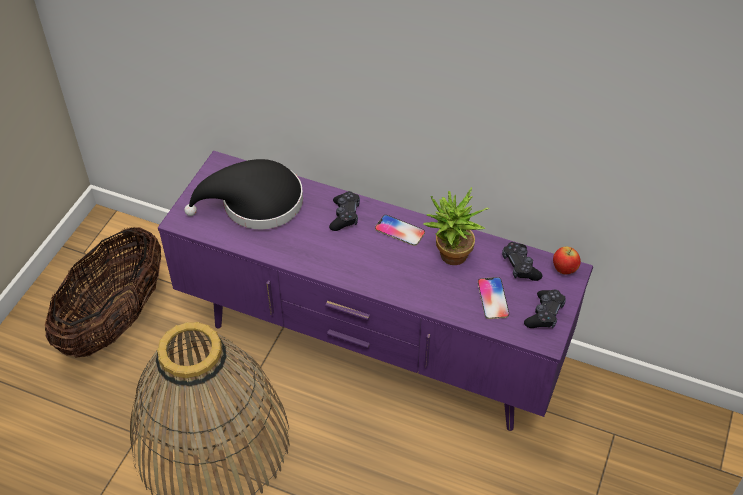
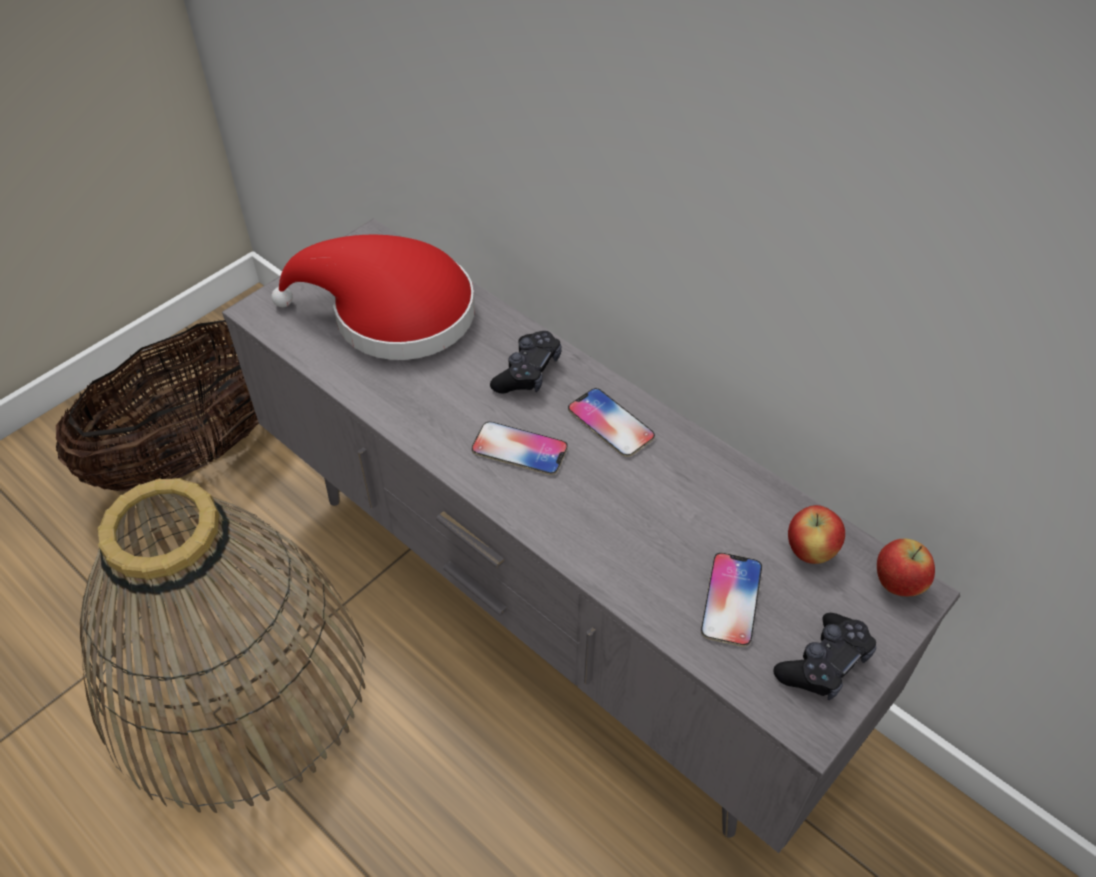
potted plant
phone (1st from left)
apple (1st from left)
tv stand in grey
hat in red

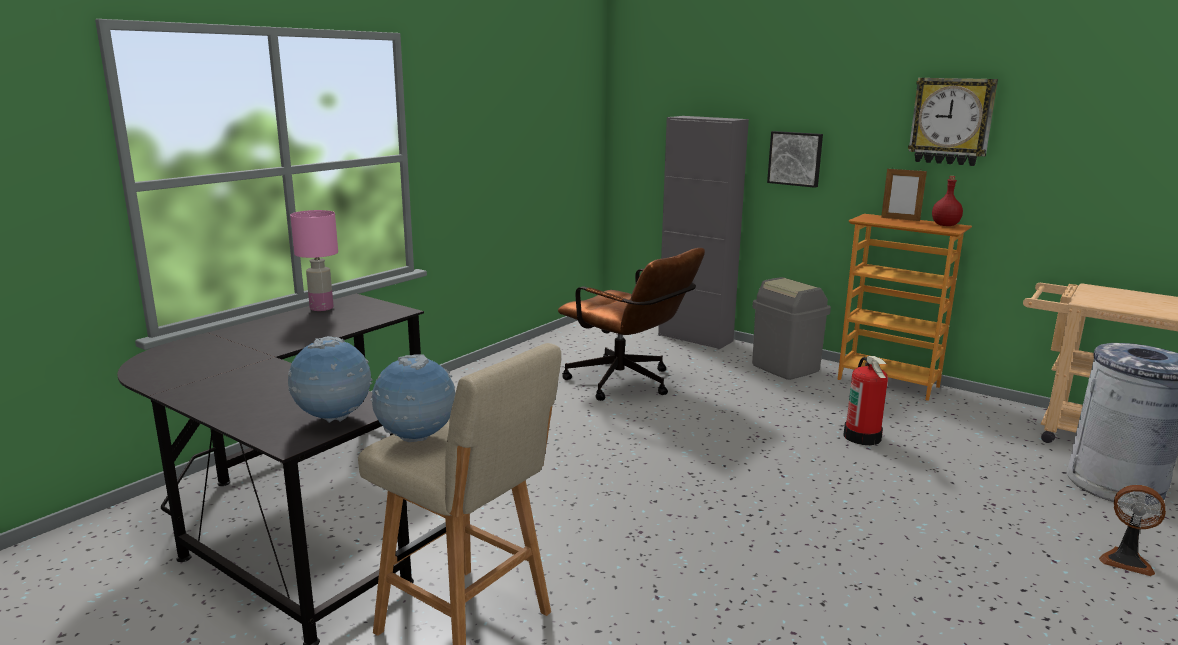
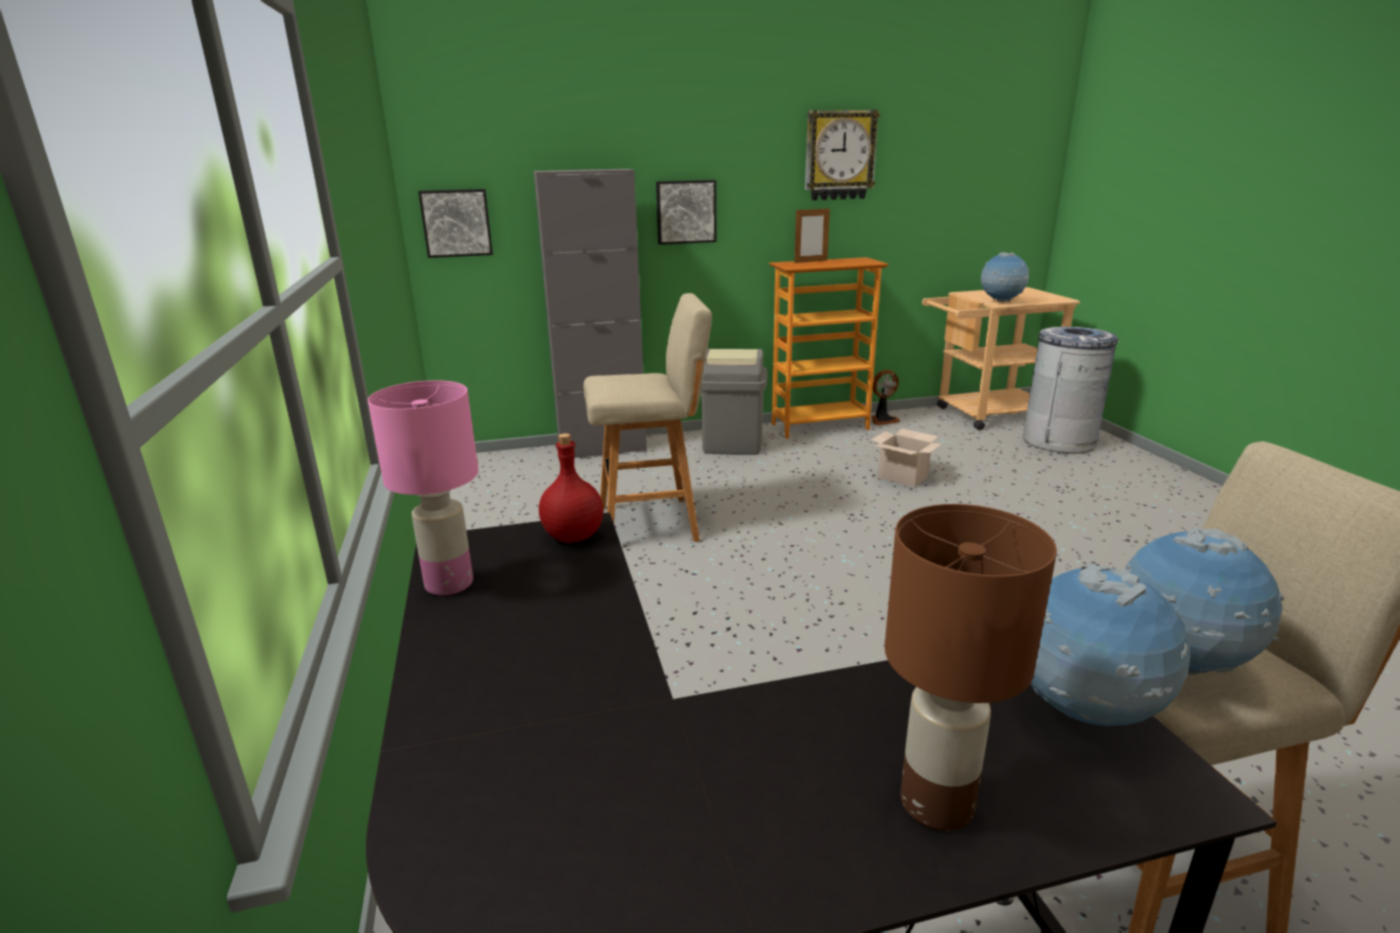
picture (1st from left)
table lamp in brown
globe (1st from left)
bottle in red
fan
stool in beige (1st from left)
cardboard box

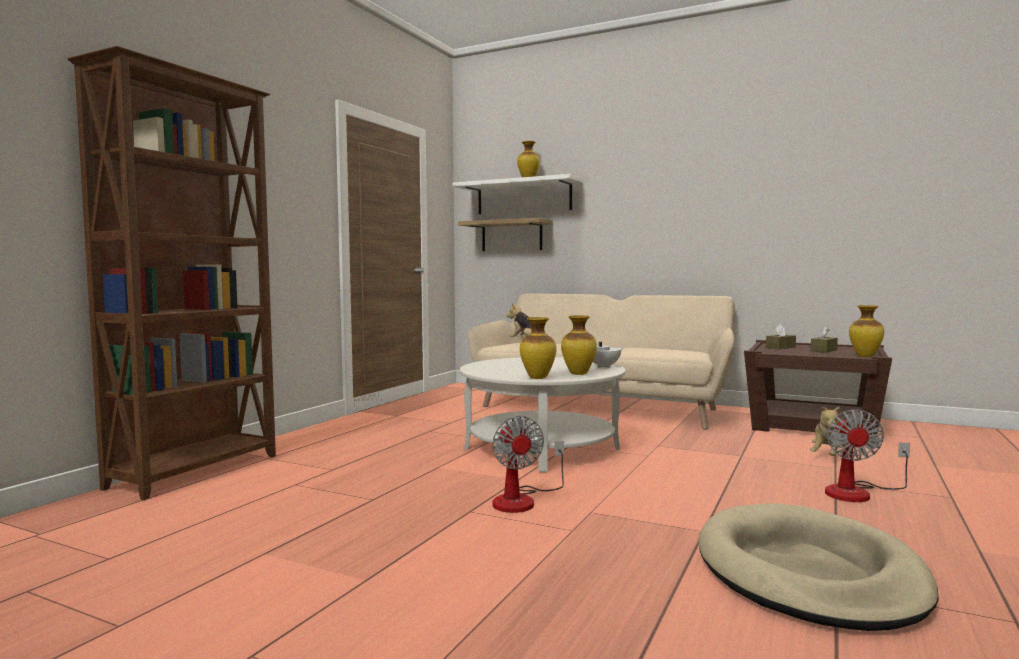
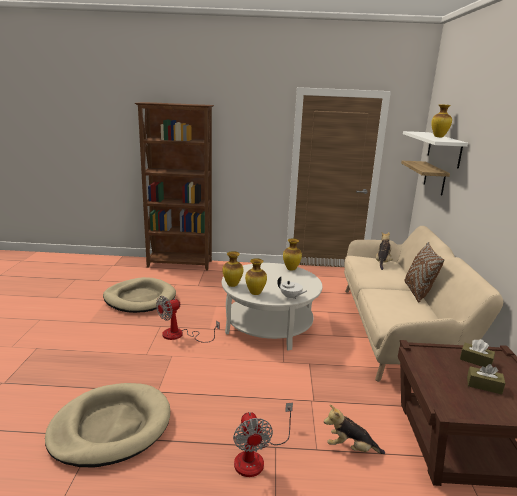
dog bed in beige (2nd from left)
pillow in brown
vase (3rd from left)
fan (2nd from left)

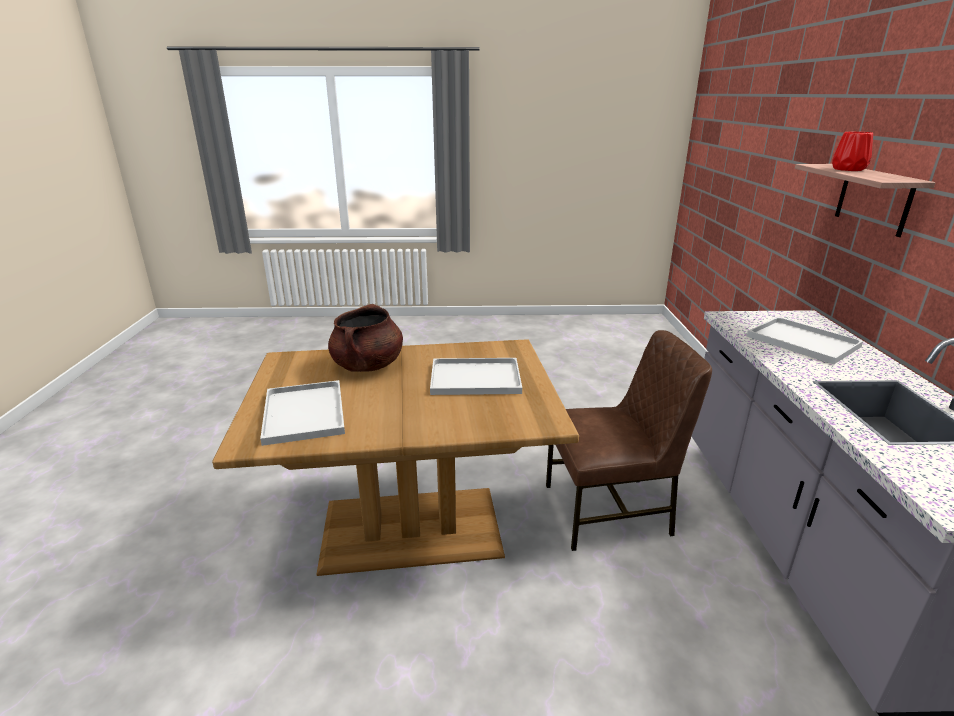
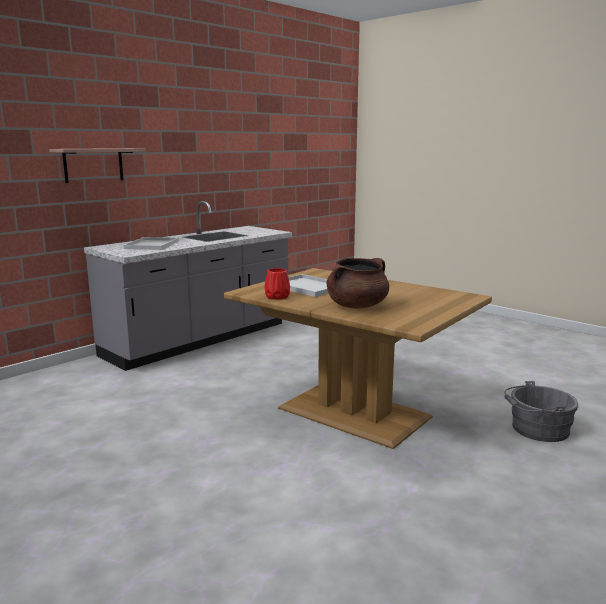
tray in white (1st from left in the first image)
chair in brown
bucket in grey
vase in red

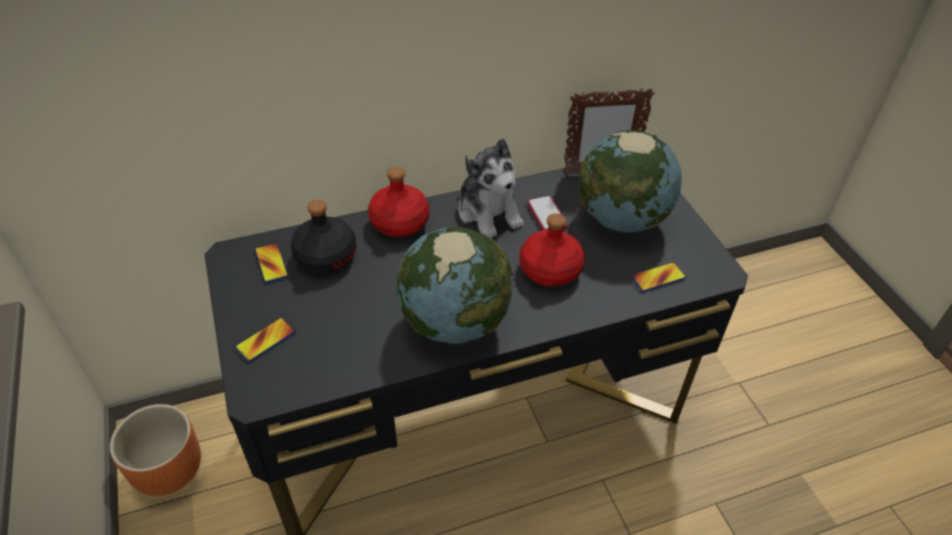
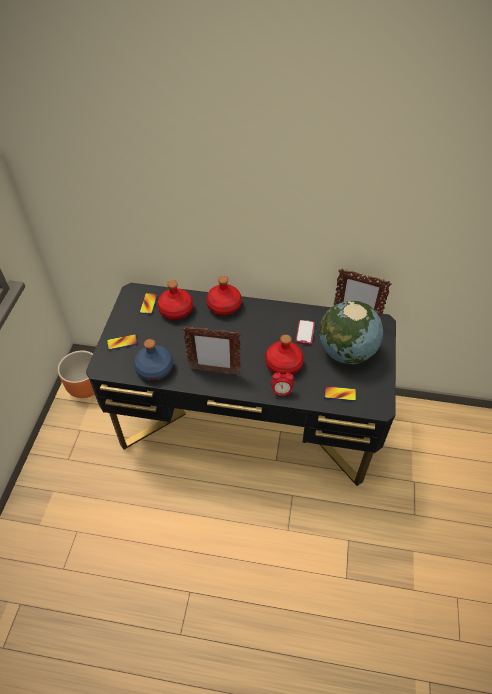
plush toy
bottle in blue
alarm clock
picture frame (1st from left)
bottle in red (1st from left)

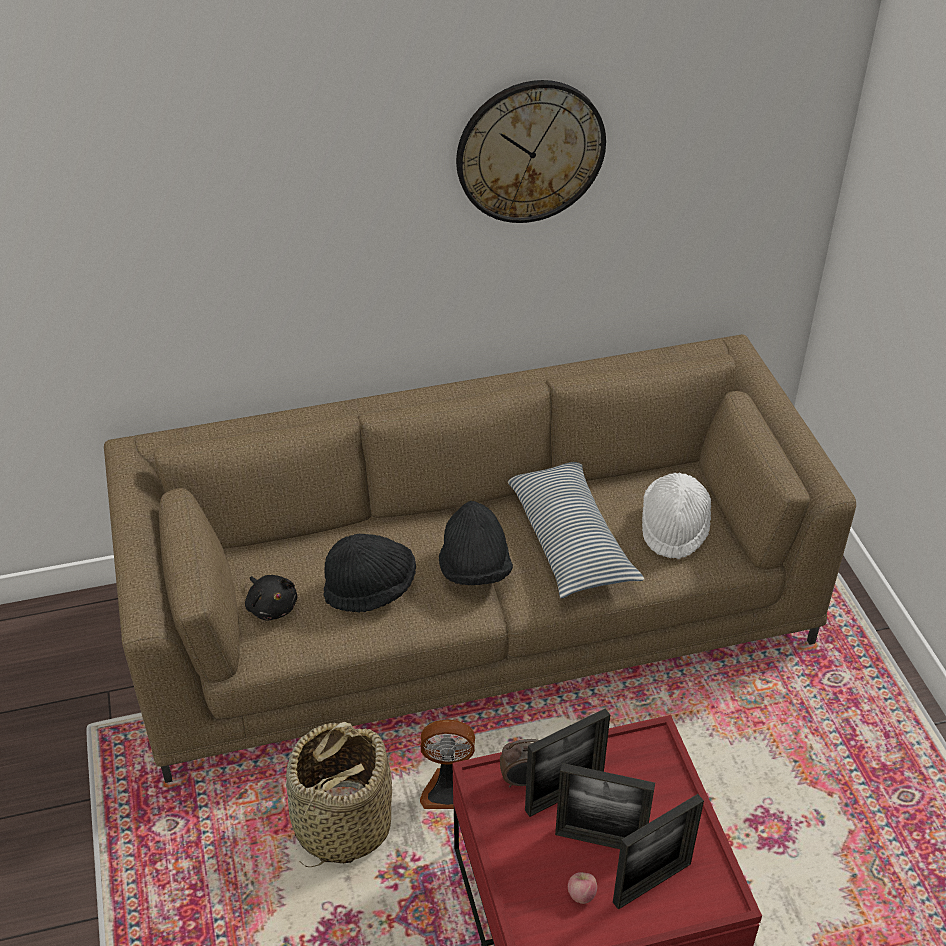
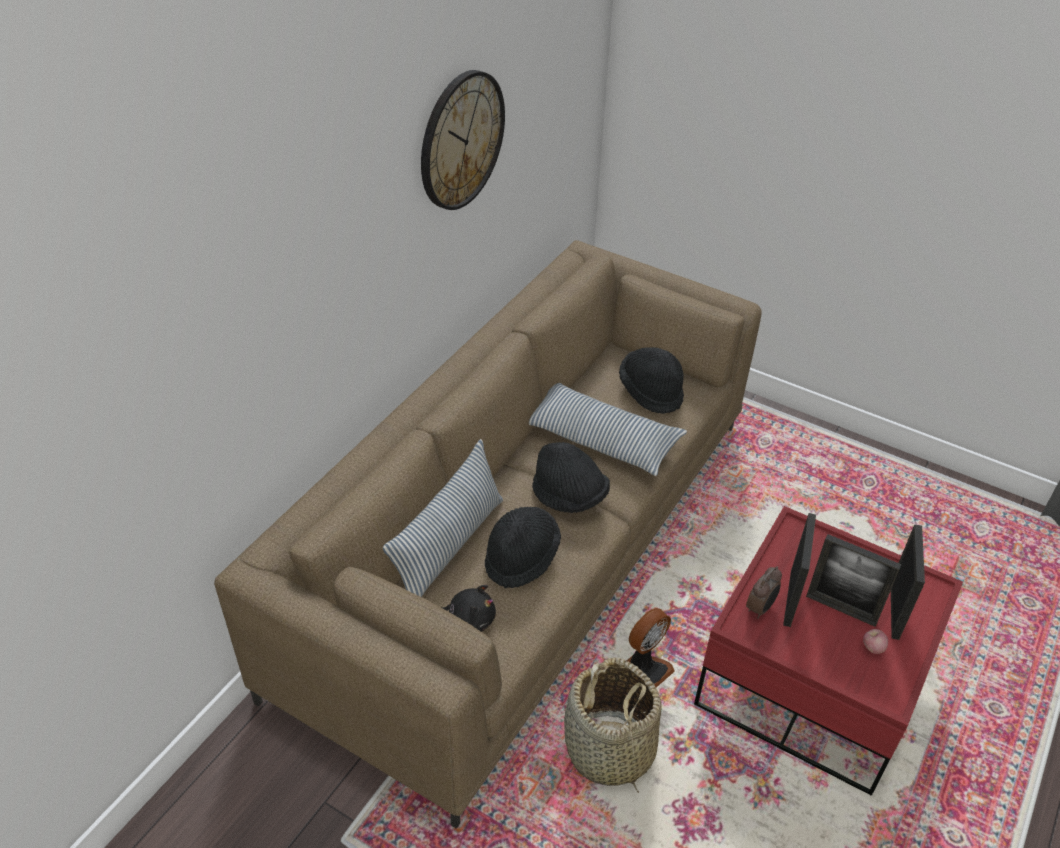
pillow (1st from left)
hat in black (3rd from left)
picture frame (2nd from left)

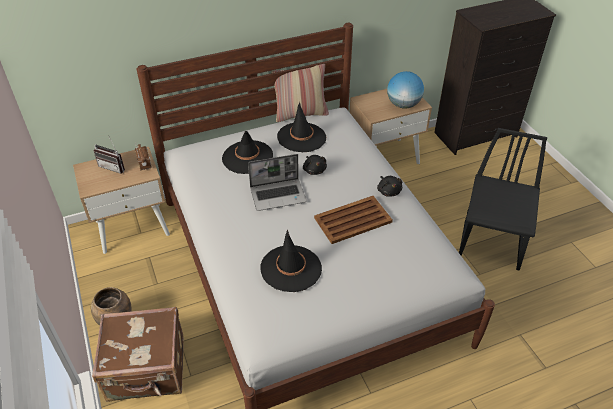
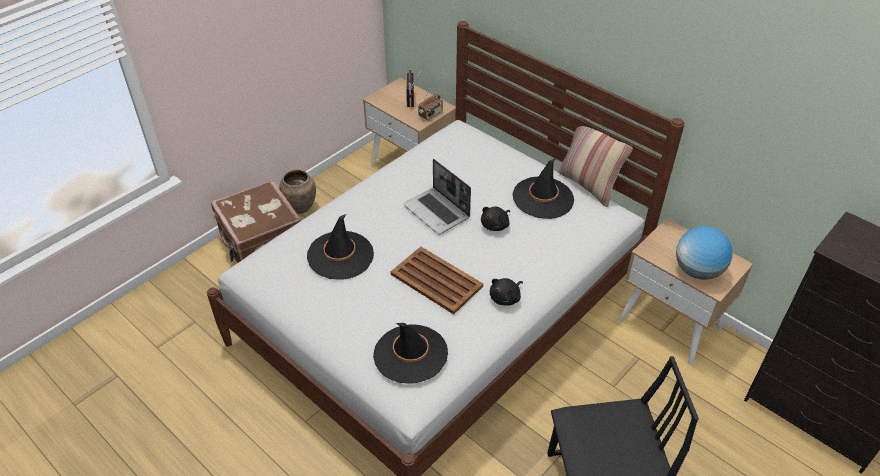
hat in black (2nd from left)

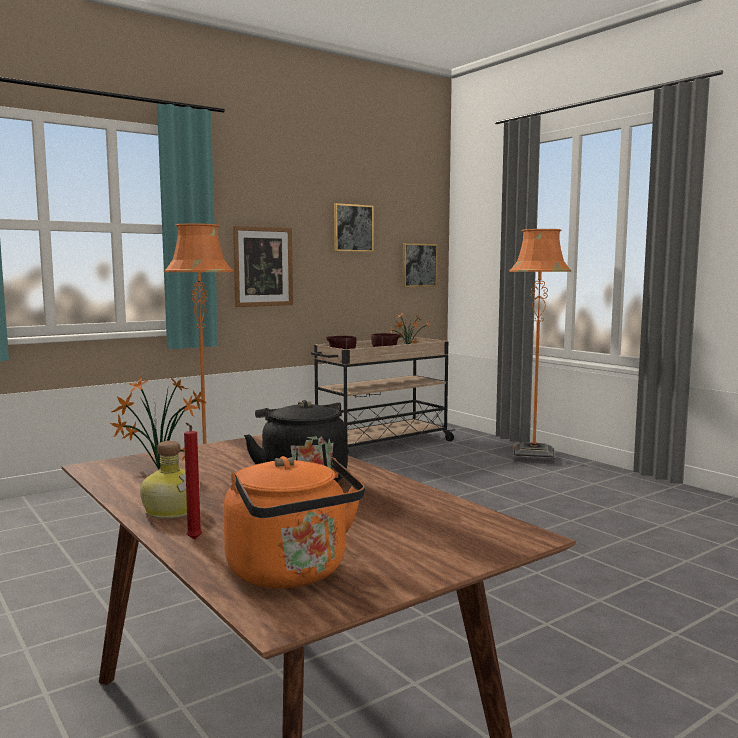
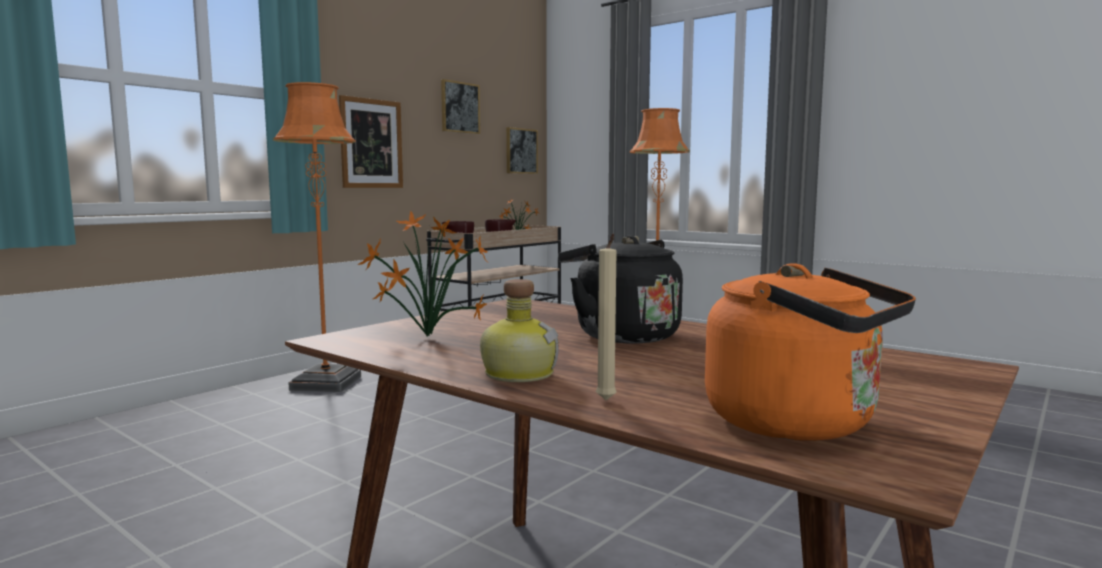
candle in beige

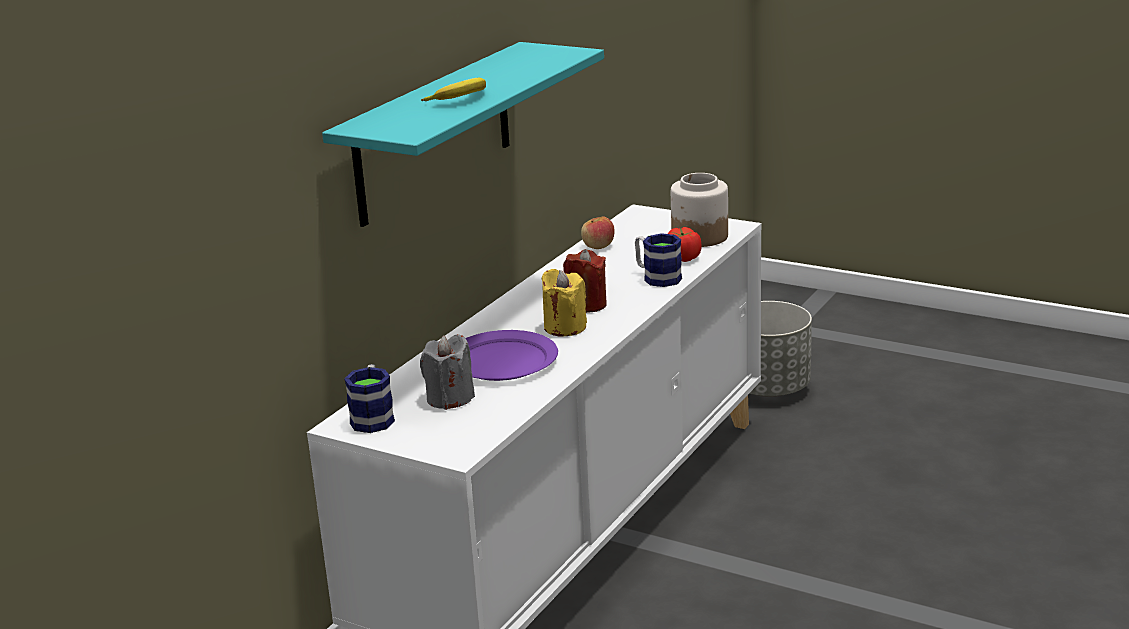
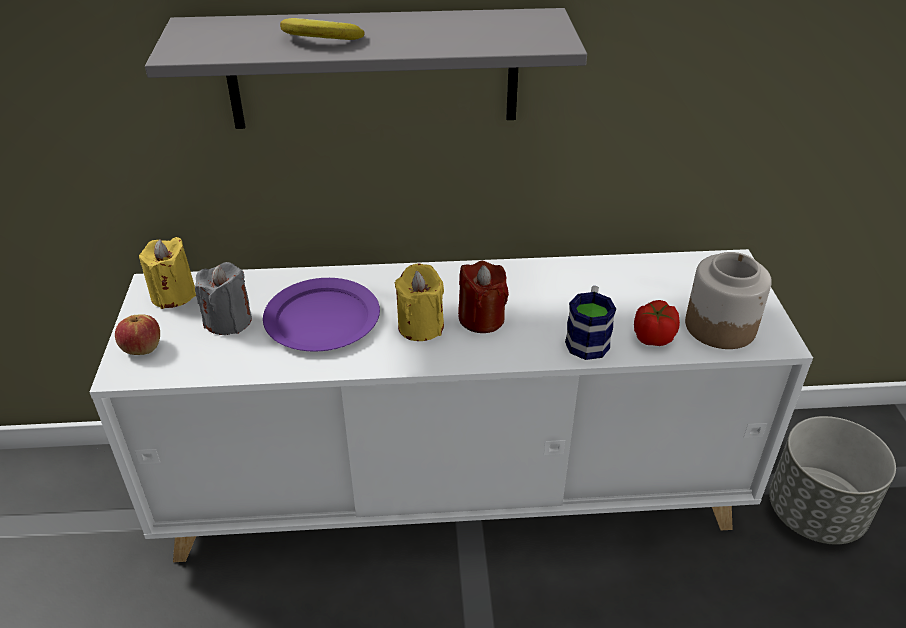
apple
candle in yellow (1st from left)
shelf in grey

